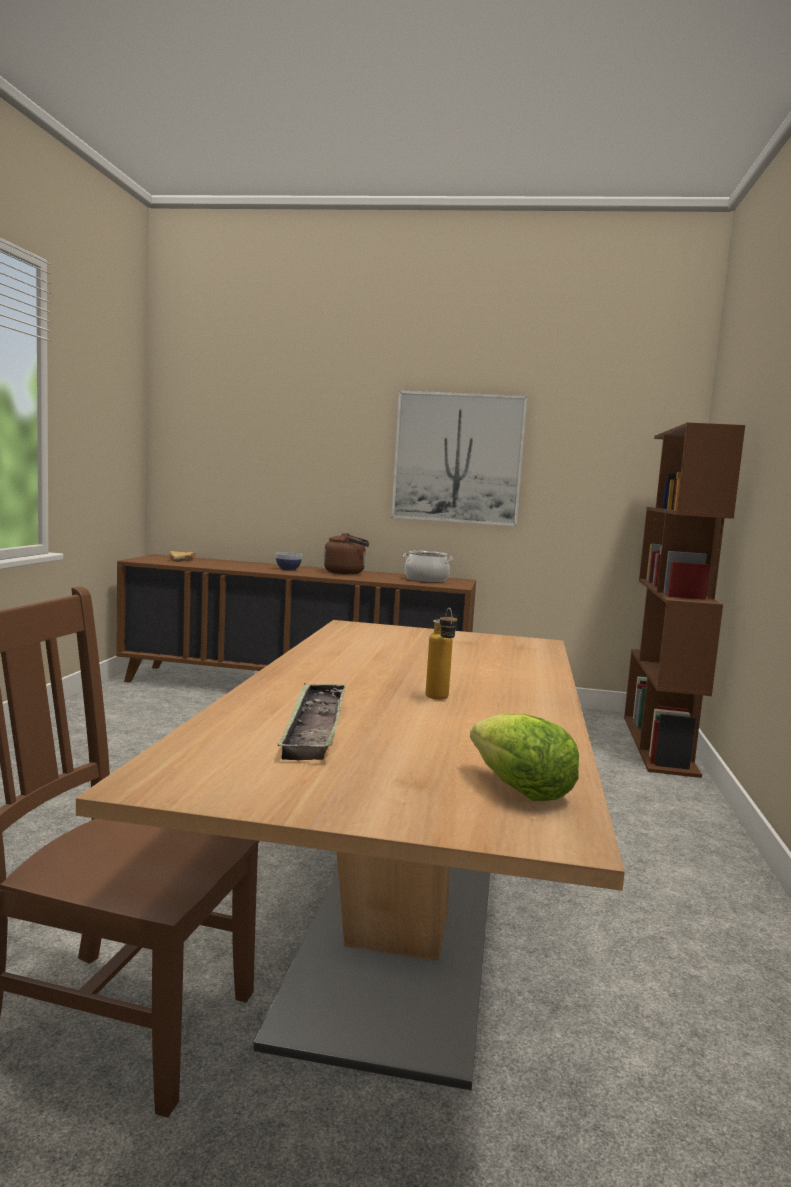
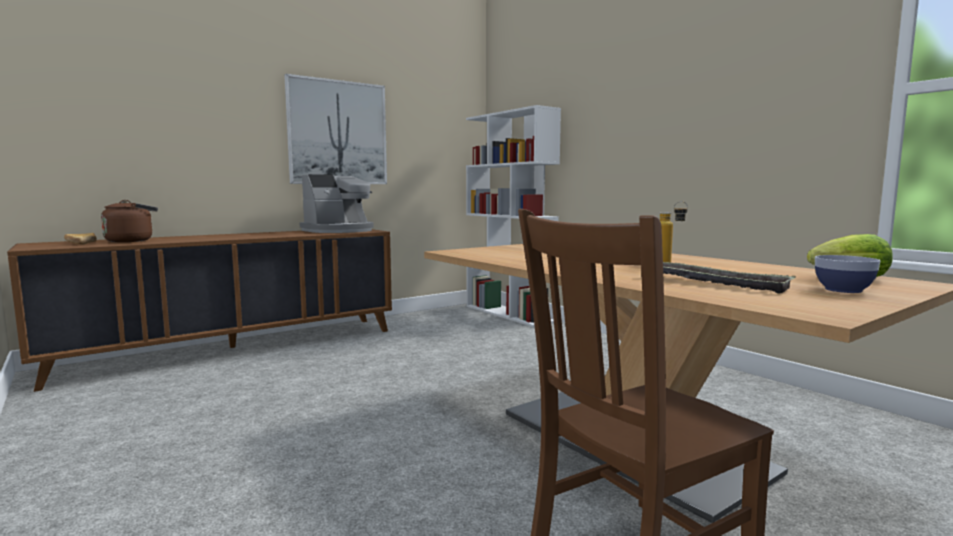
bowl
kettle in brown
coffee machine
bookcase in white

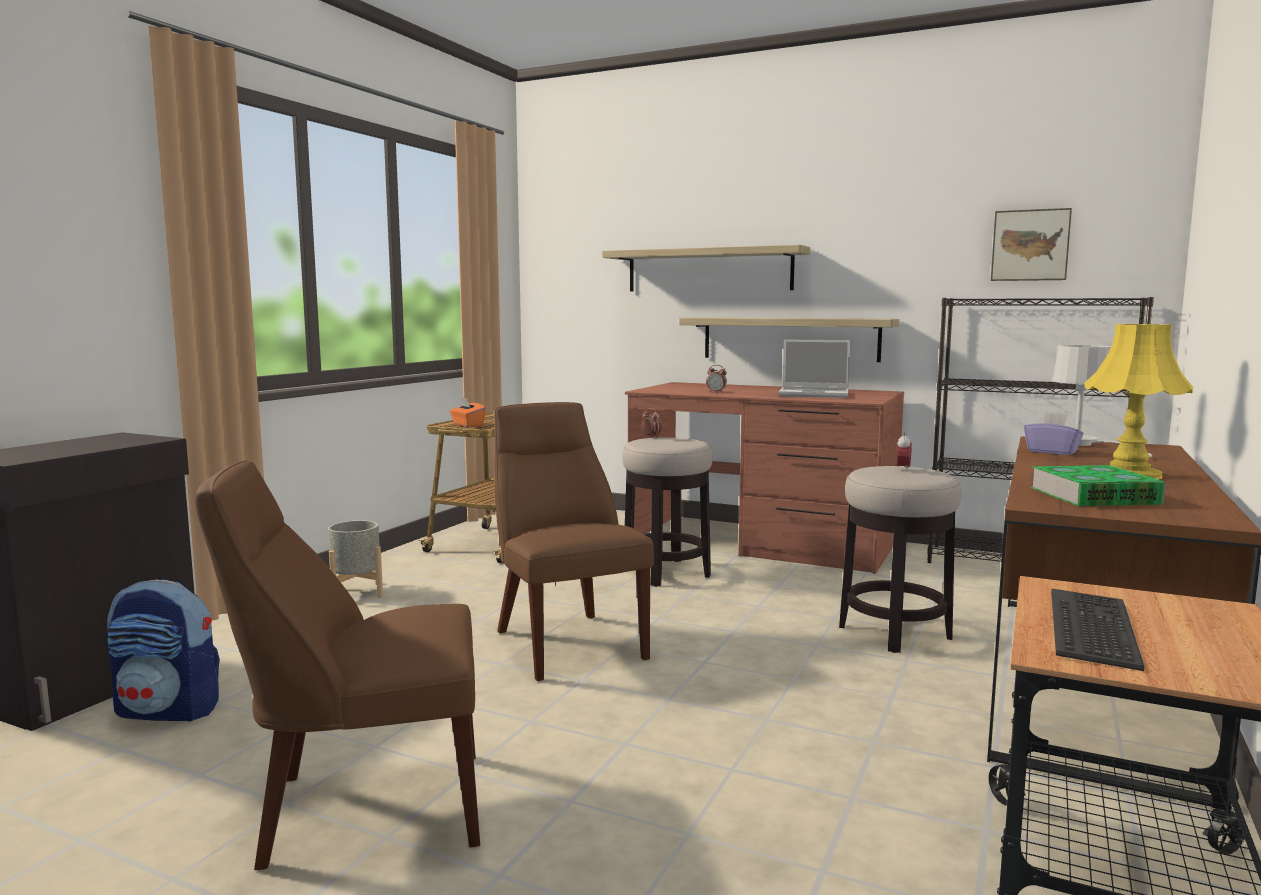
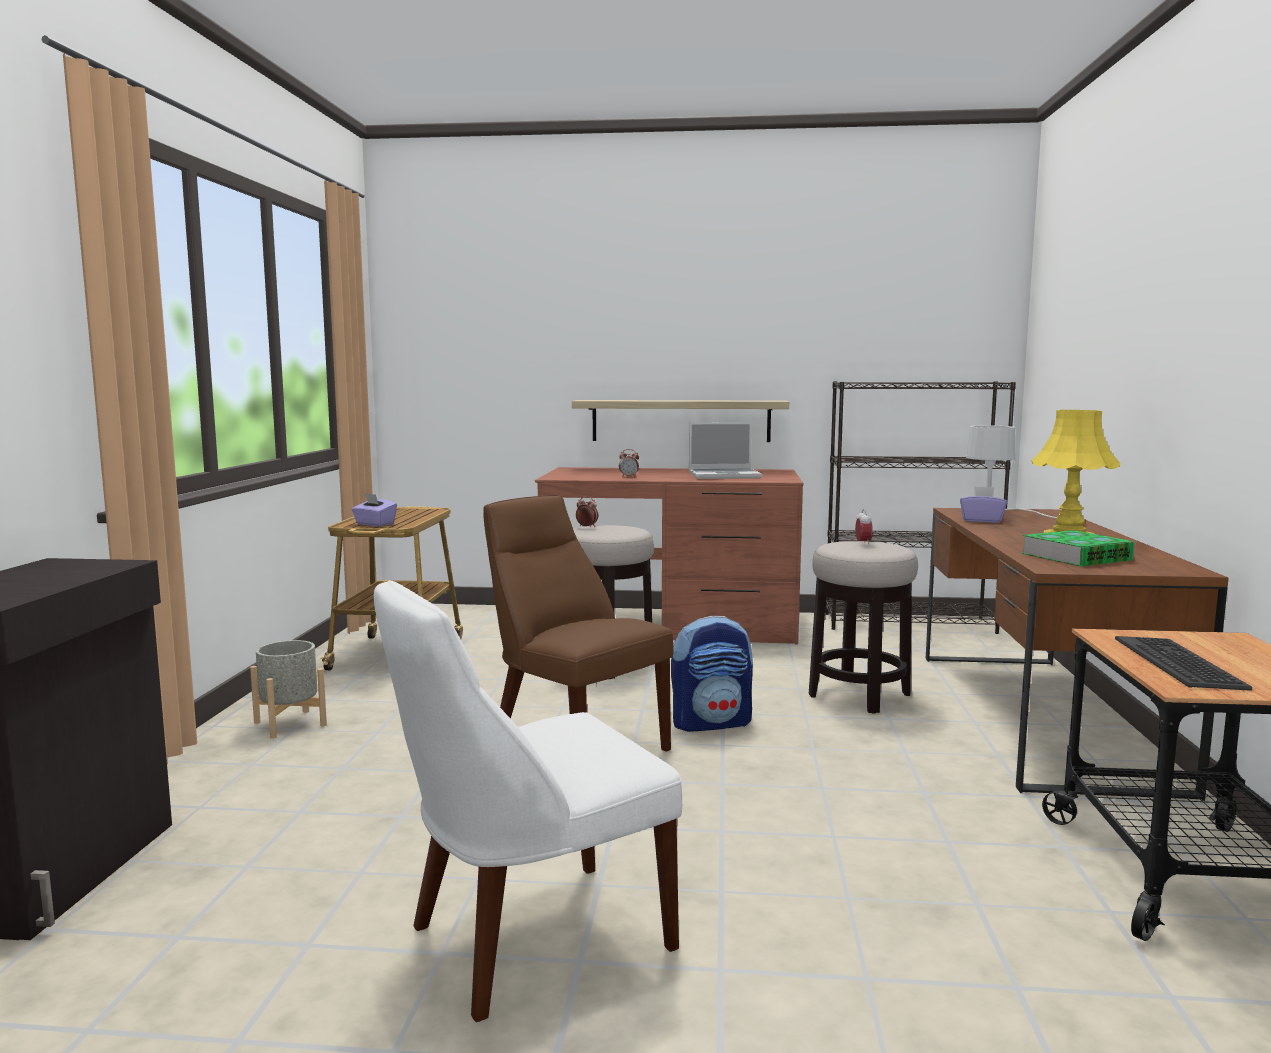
shelf (1st from left in the first image)
picture
backpack
chair in white
tissue box in purple (1st from left)

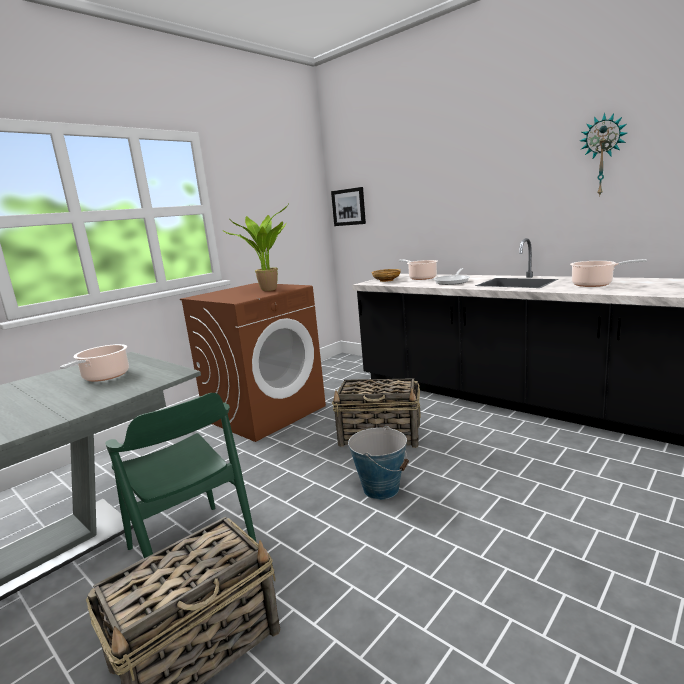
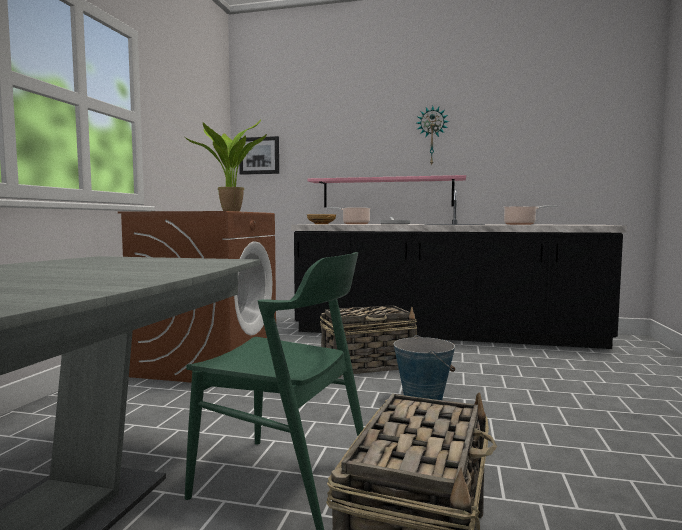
cooking pot (1st from left in the first image)
shelf in pink
wall clock

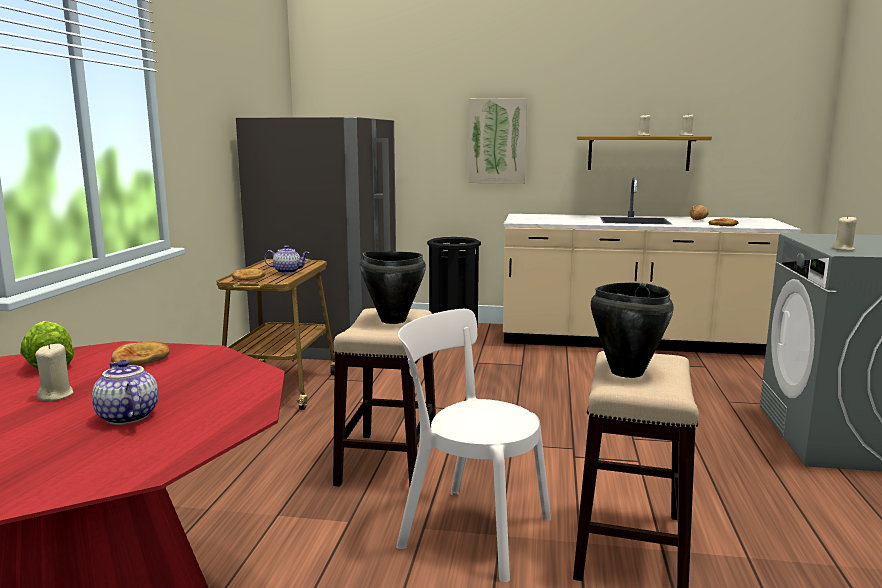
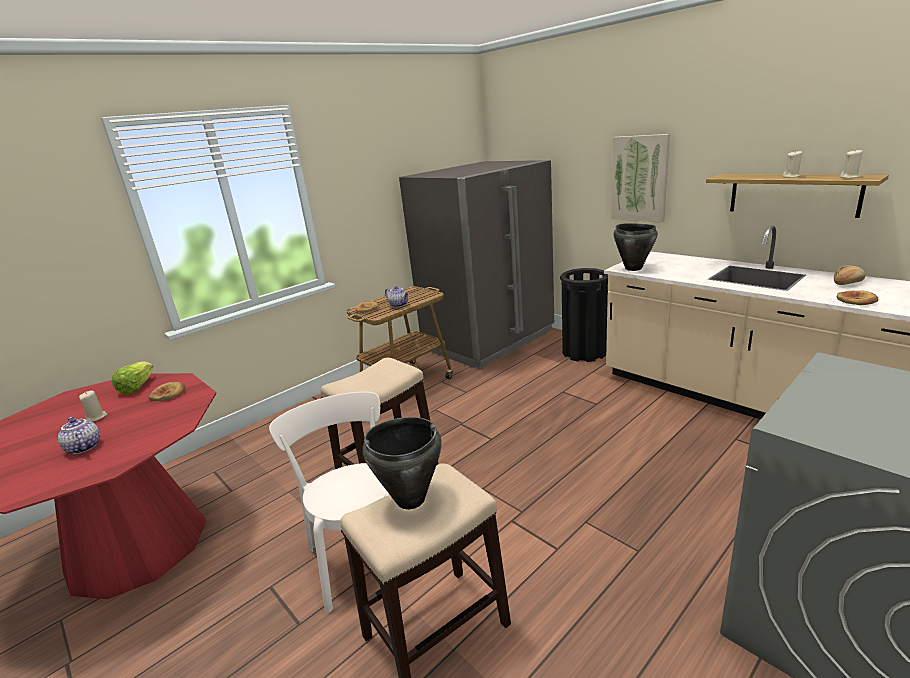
candle in beige (4th from left in the first image)
cooking pot in black (2nd from left)
teapot (1st from left)

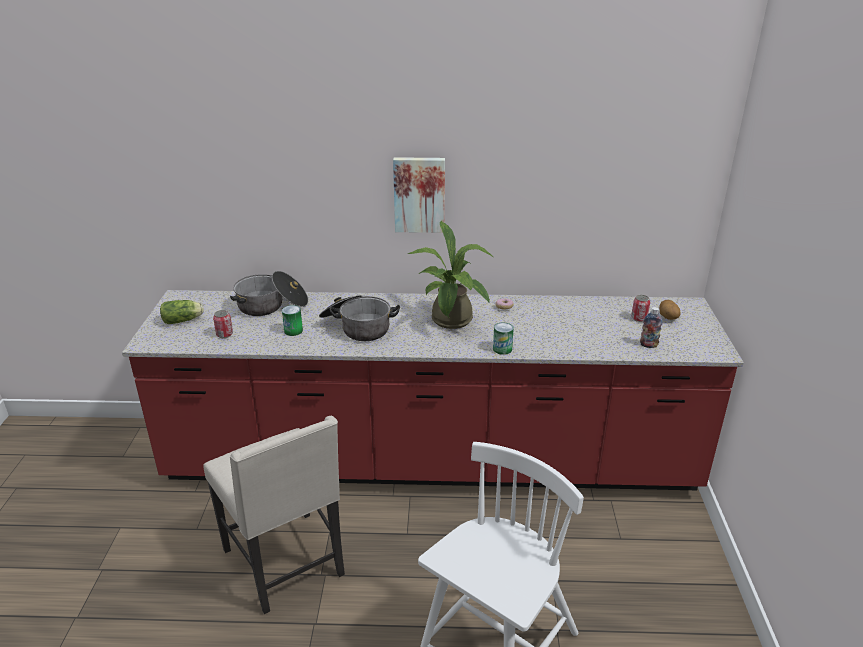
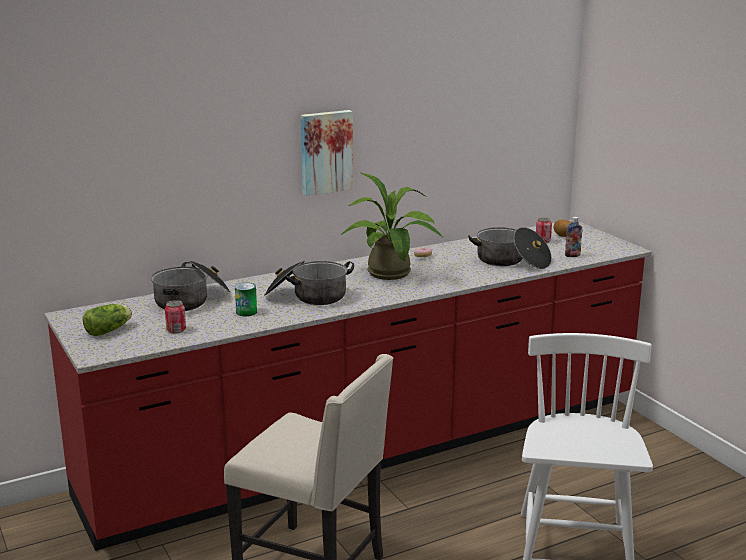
can (3rd from left in the first image)
cooking pot (3rd from left)

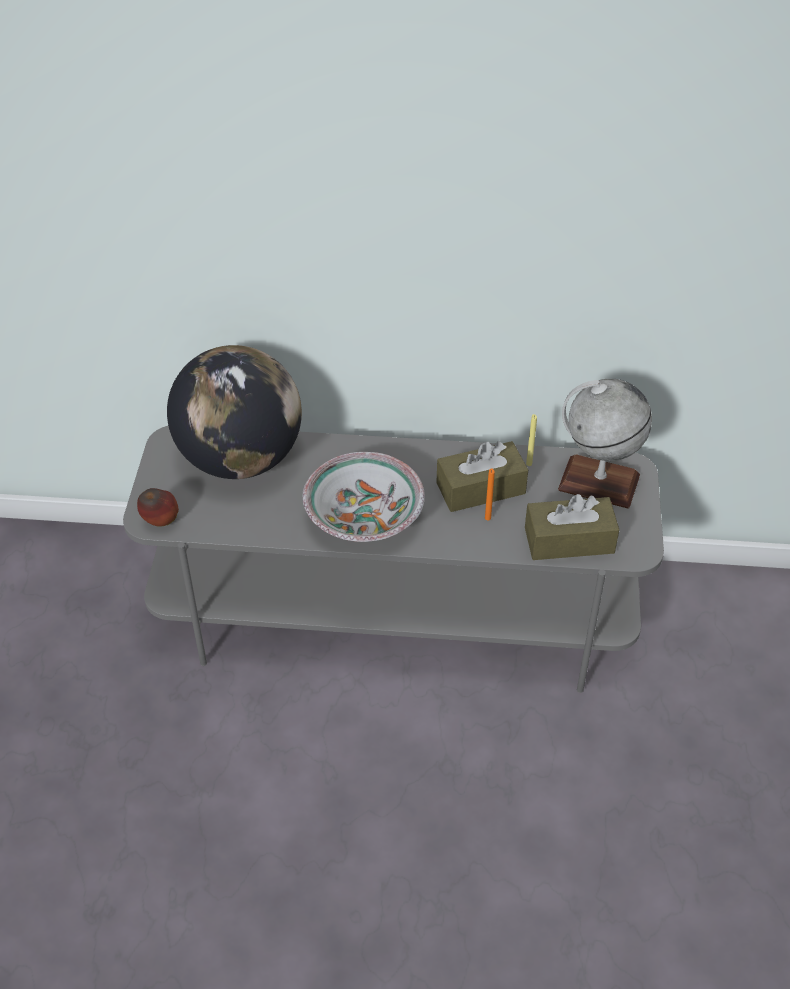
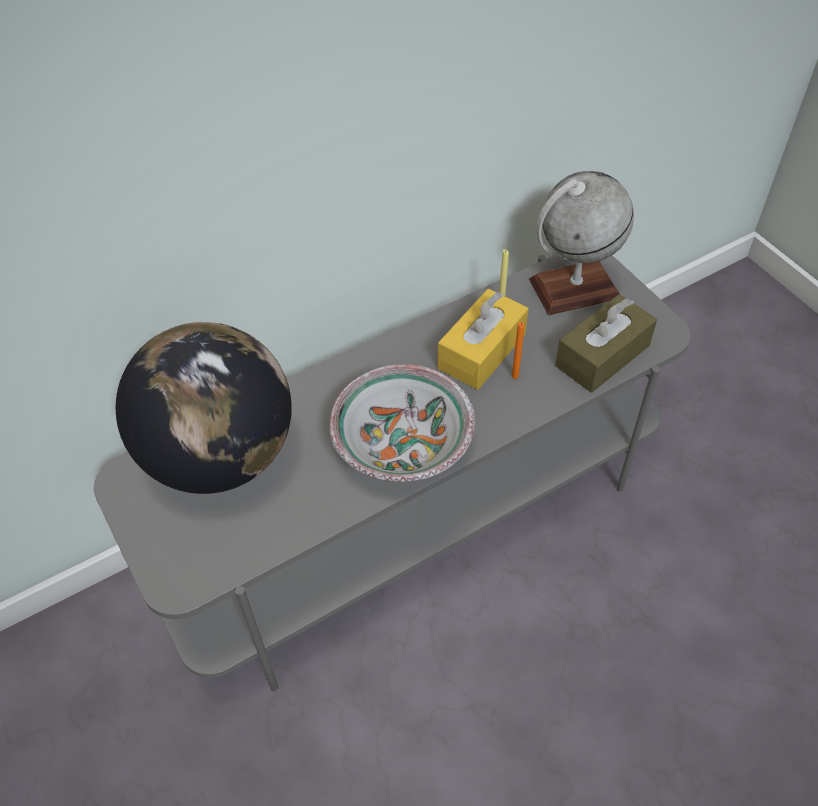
apple
tissue box in yellow

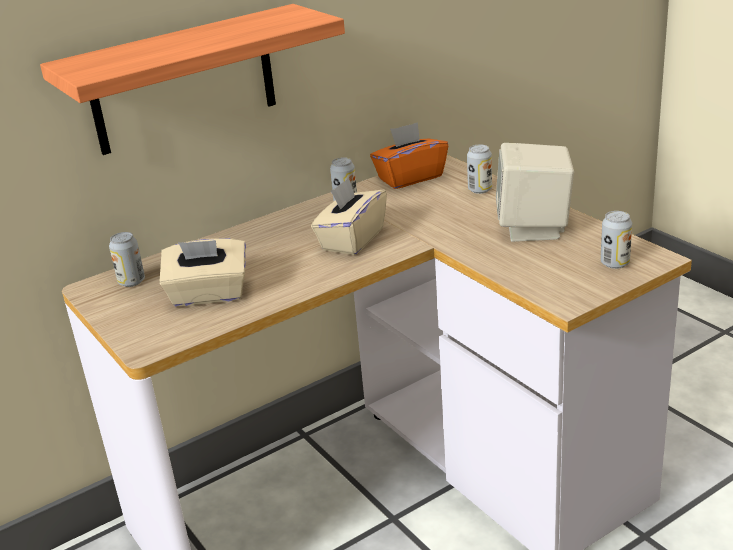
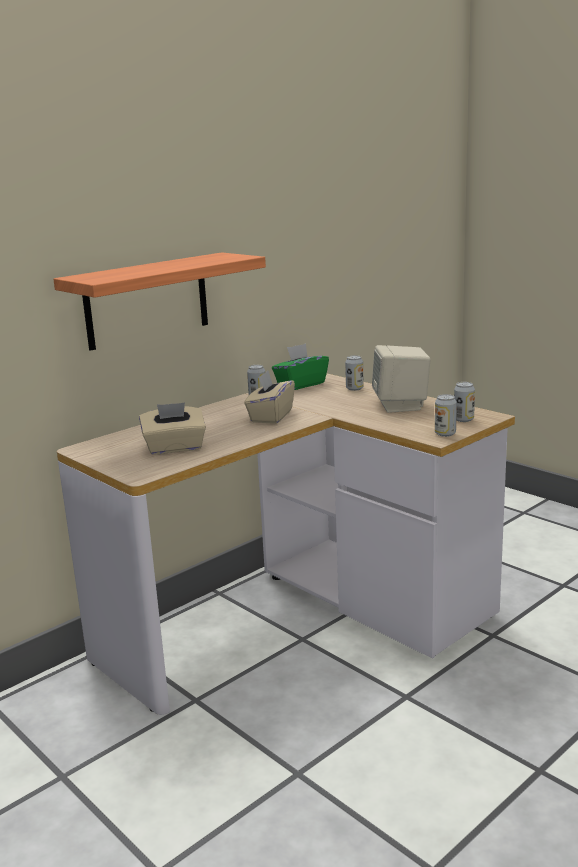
can (3rd from left)
tissue box in green

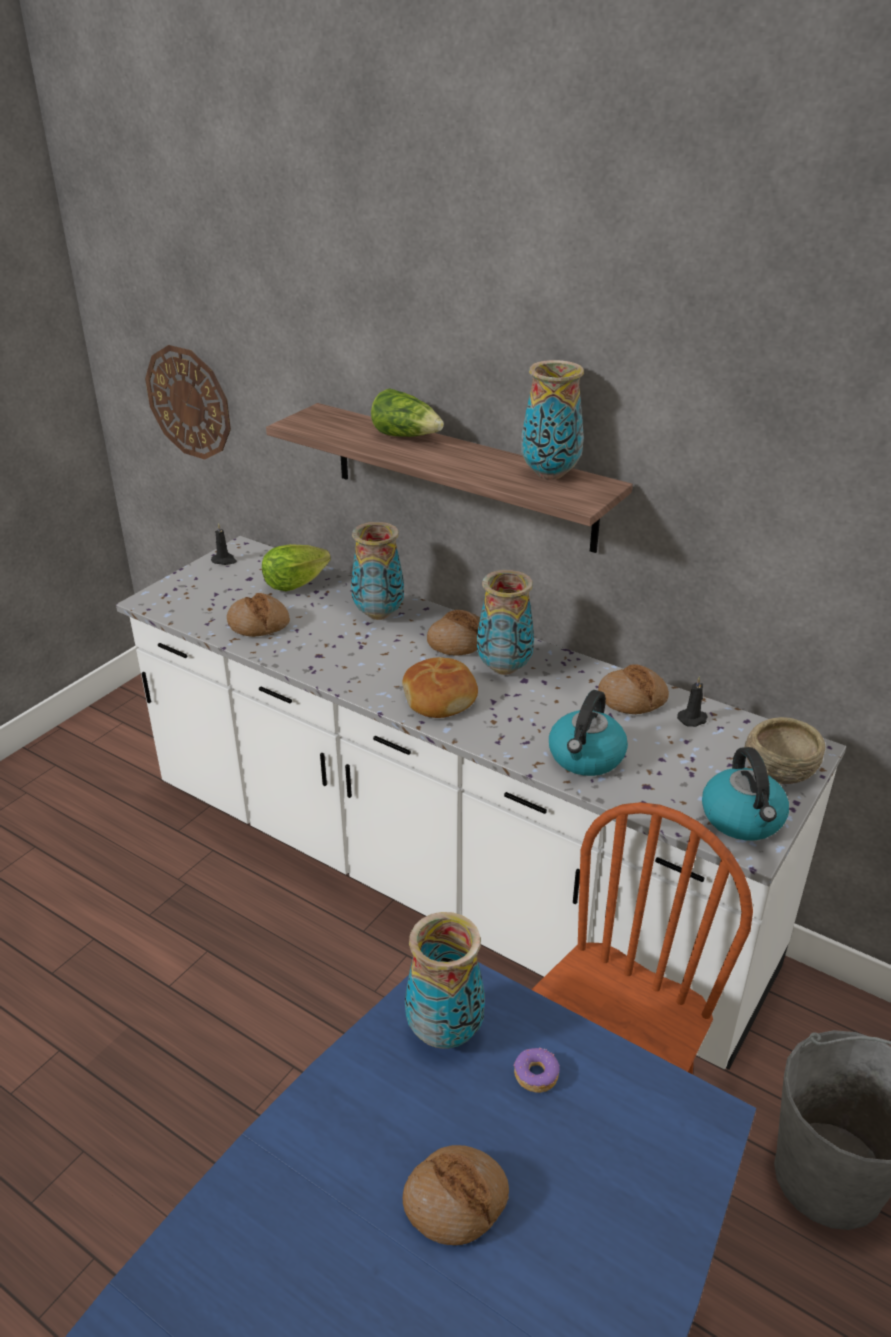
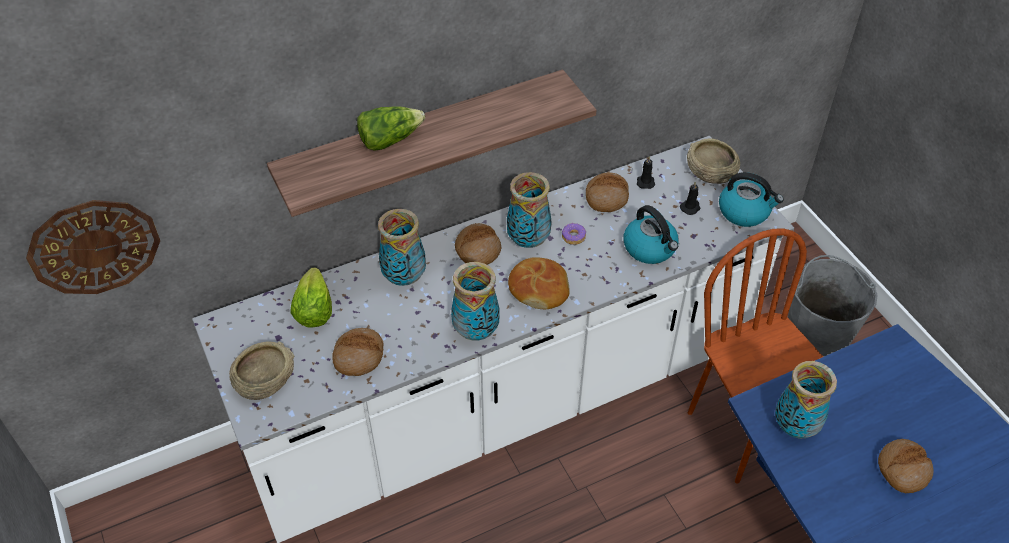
bowl in beige (1st from left)
candle in black (2nd from left)
donut
vase (2nd from left)

